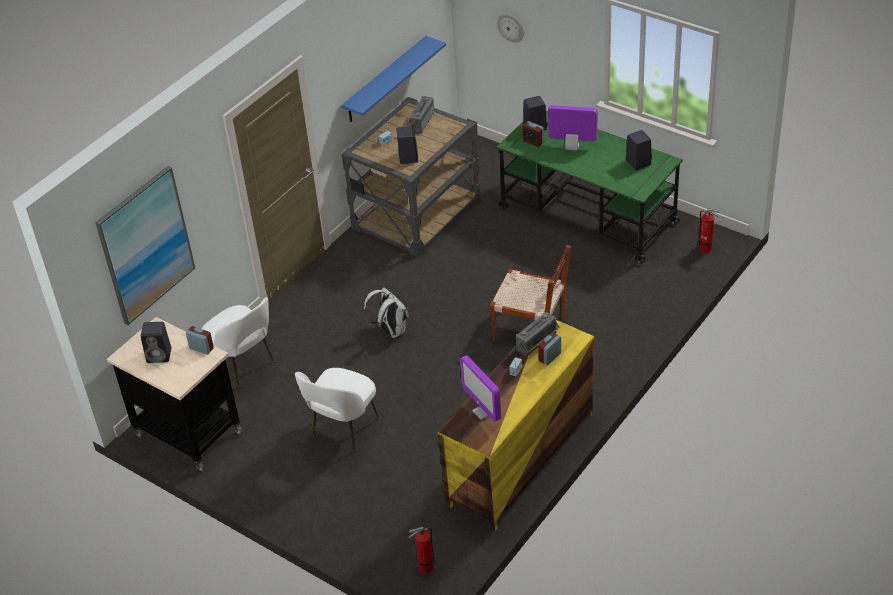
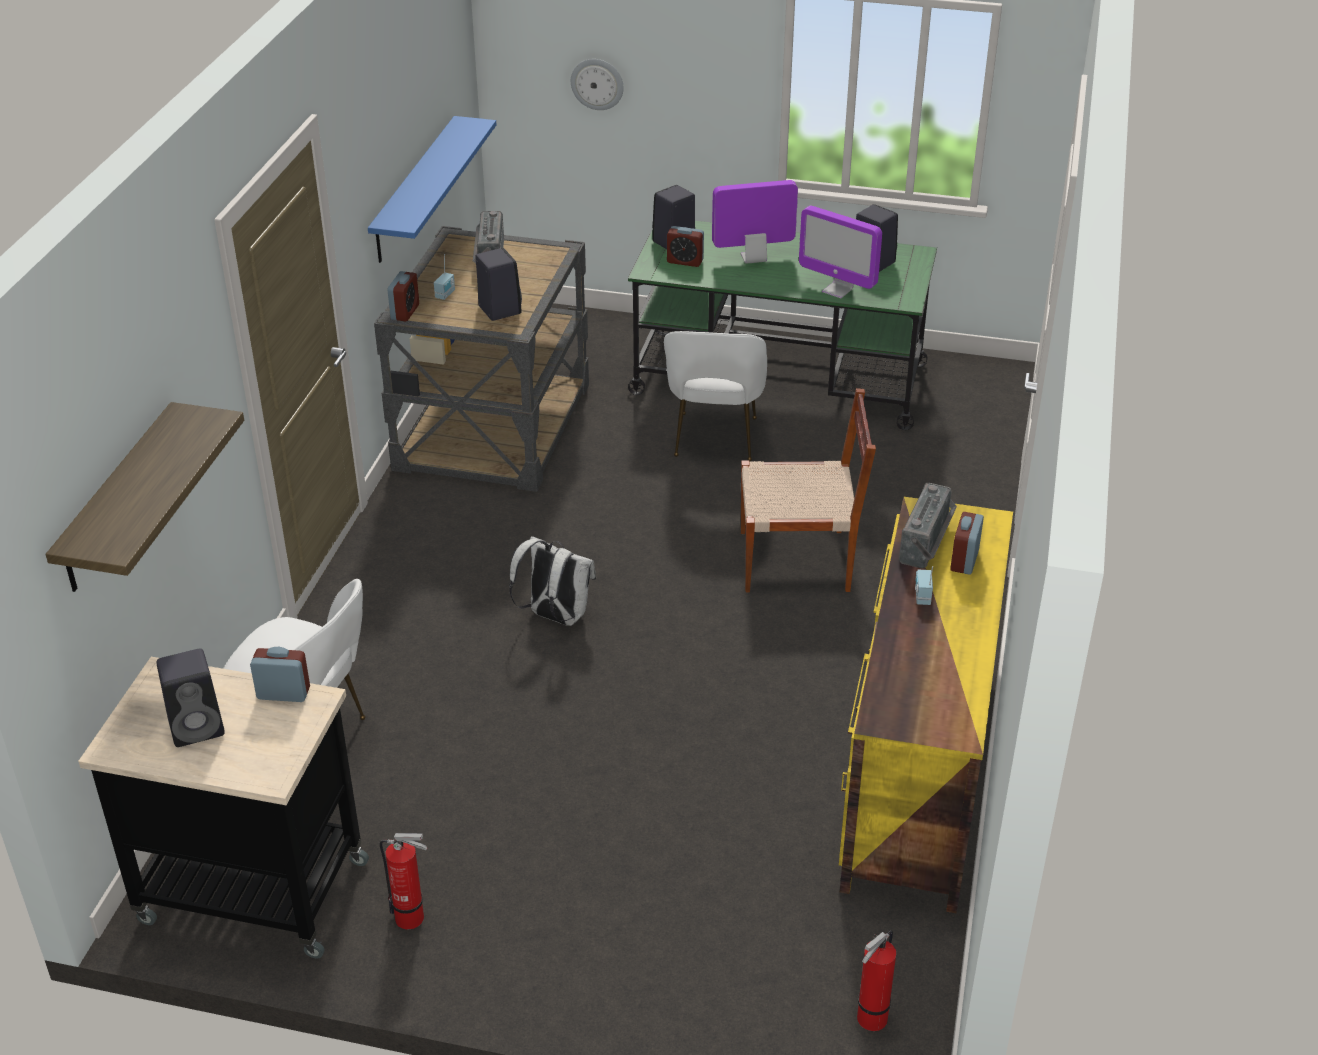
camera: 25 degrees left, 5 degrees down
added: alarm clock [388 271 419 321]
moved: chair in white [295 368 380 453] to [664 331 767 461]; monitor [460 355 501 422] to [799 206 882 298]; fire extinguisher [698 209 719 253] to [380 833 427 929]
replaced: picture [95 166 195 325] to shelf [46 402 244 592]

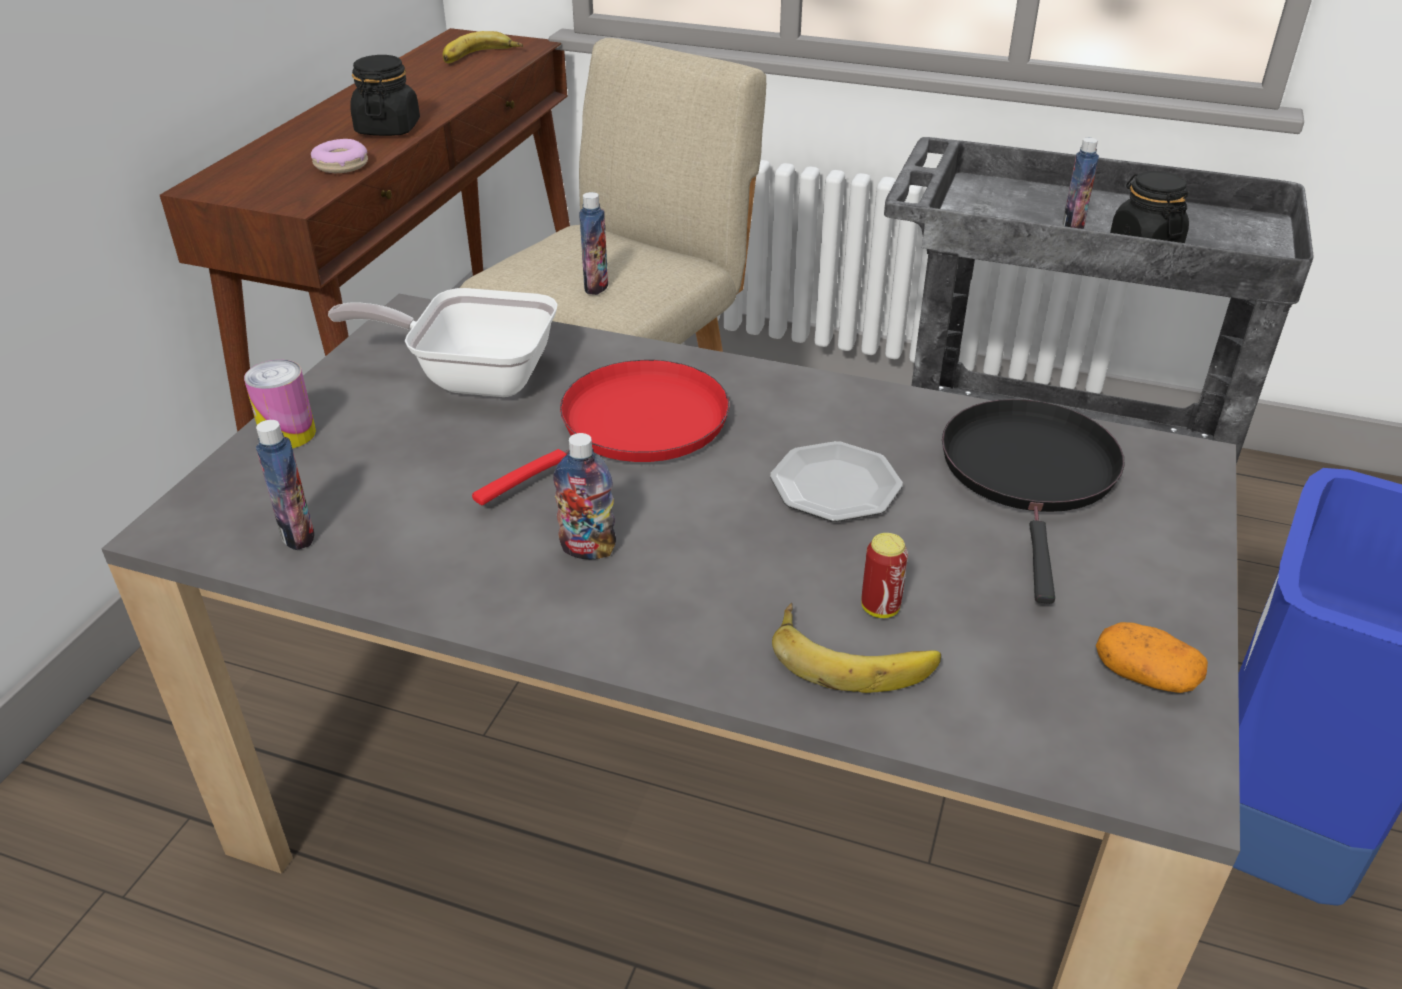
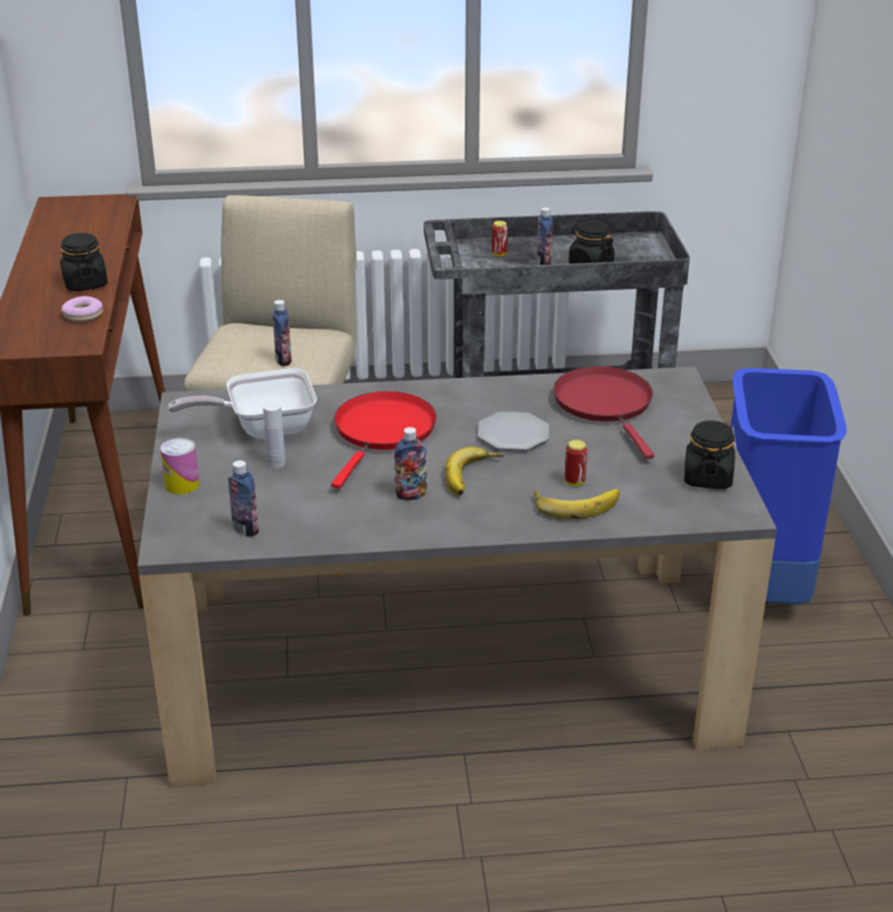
camera: 25 degrees left, 5 degrees down
added: bottle in white [263 402 286 468]; can [492 221 508 257]
moved: banana [443 31 523 64] to [445 446 504 495]
replaced: potato [1096 622 1208 693] to jar in black [684 420 735 489]
recoloured: frying pan in black [942 399 1125 604] to frying pan in red [553 366 654 459]

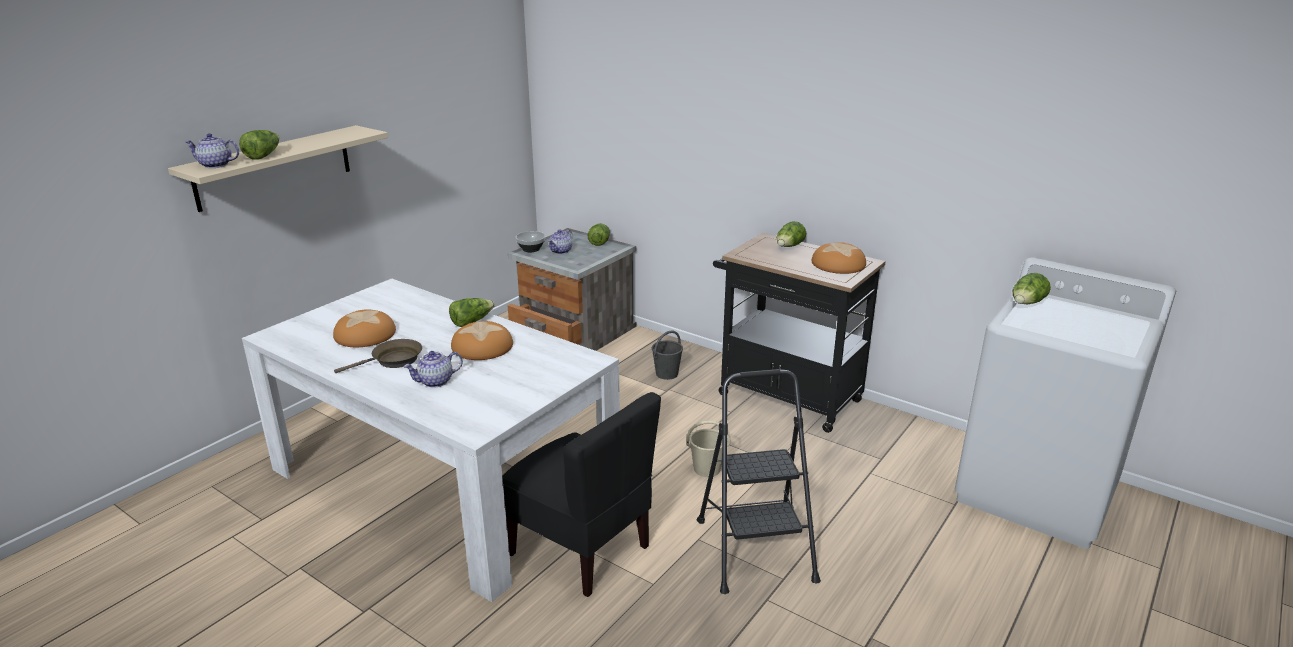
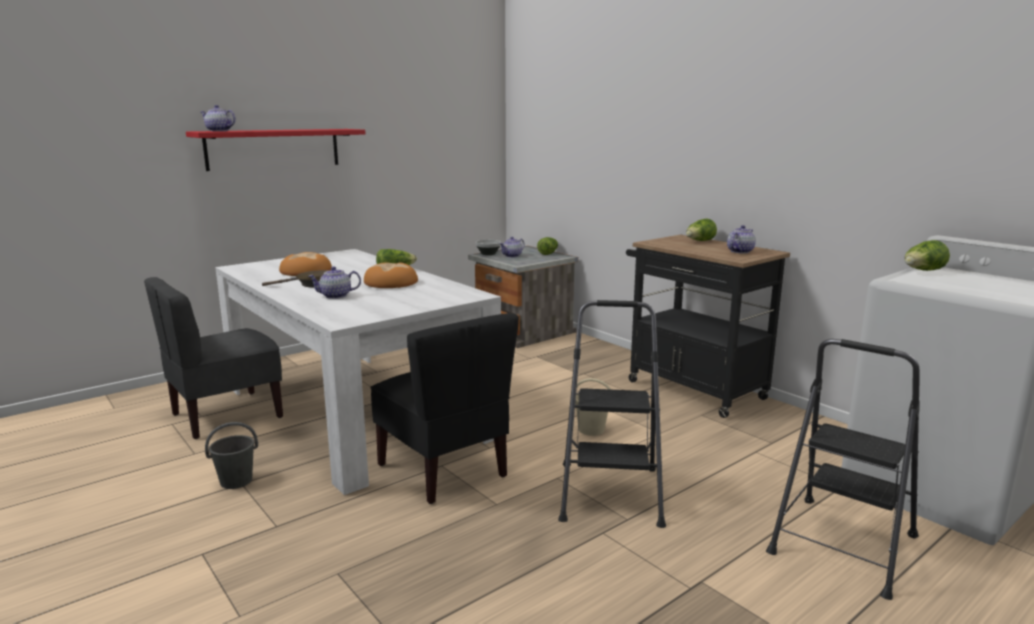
camera: 15 degrees right, 10 degrees down
removed: lettuce [239 130 279 160]
added: chair in grey [144 277 283 439]; step ladder in black [766 339 920 600]
moved: bucket in grey [652 330 683 380] to [205 422 258 489]
replaced: bread [812 242 866 274] to teapot [727 225 756 253]
recoloured: shelf in beige [168 125 388 212] to shelf in red [186 129 366 171]

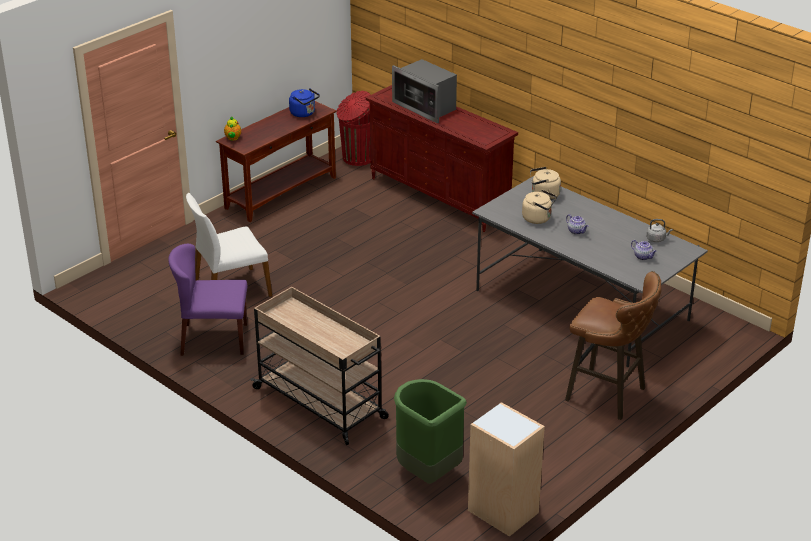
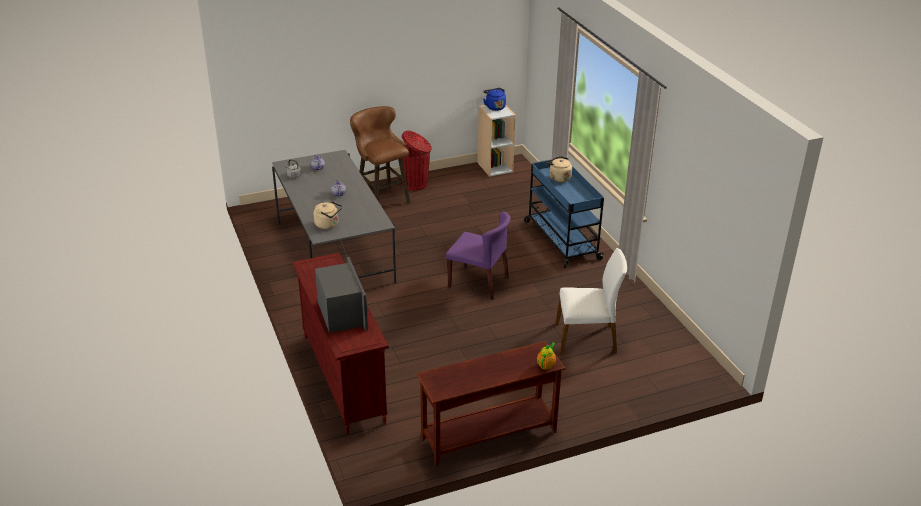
camera: 155 degrees left, 0 degrees up
removed: trash can in green [394 379 467 484]
moved: chair in purple [168 244 247 356] to [446 212 511 300]; kettle in blue [289 88 320 117] to [483 88 506 111]; trash can in red [337 91 371 166] to [402 131 432 191]; kettle in beige [522 190 557 224] to [546 156 572 183]
recoloured: cart in beige [250 287 389 445] to cart in blue [524 158 604 268]

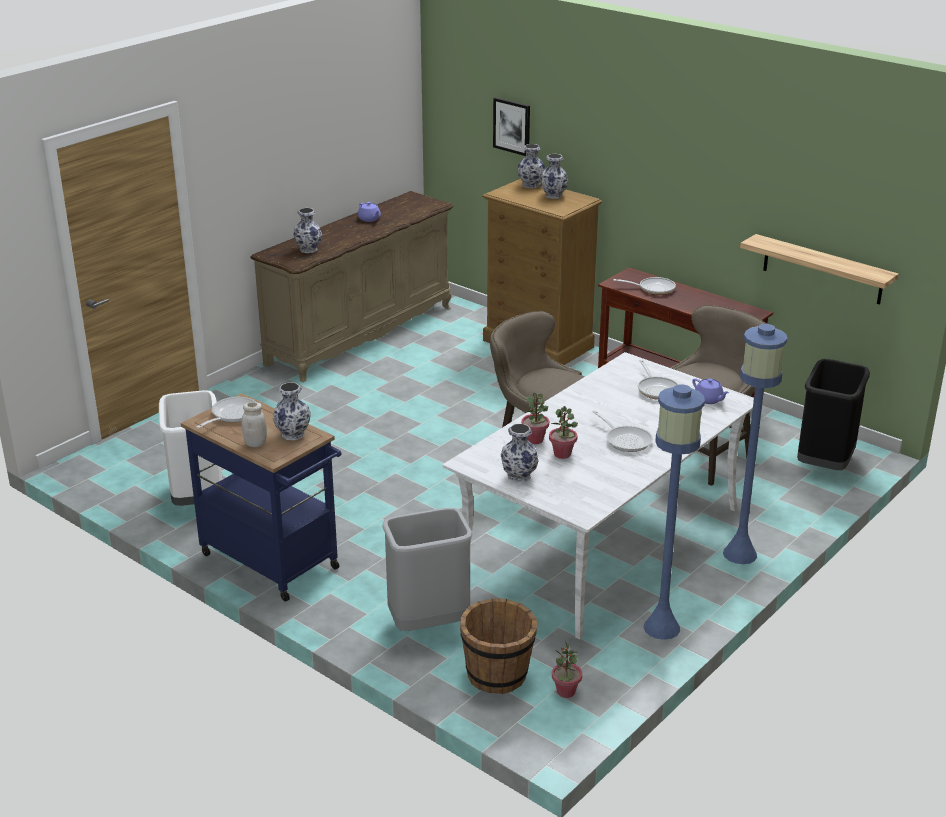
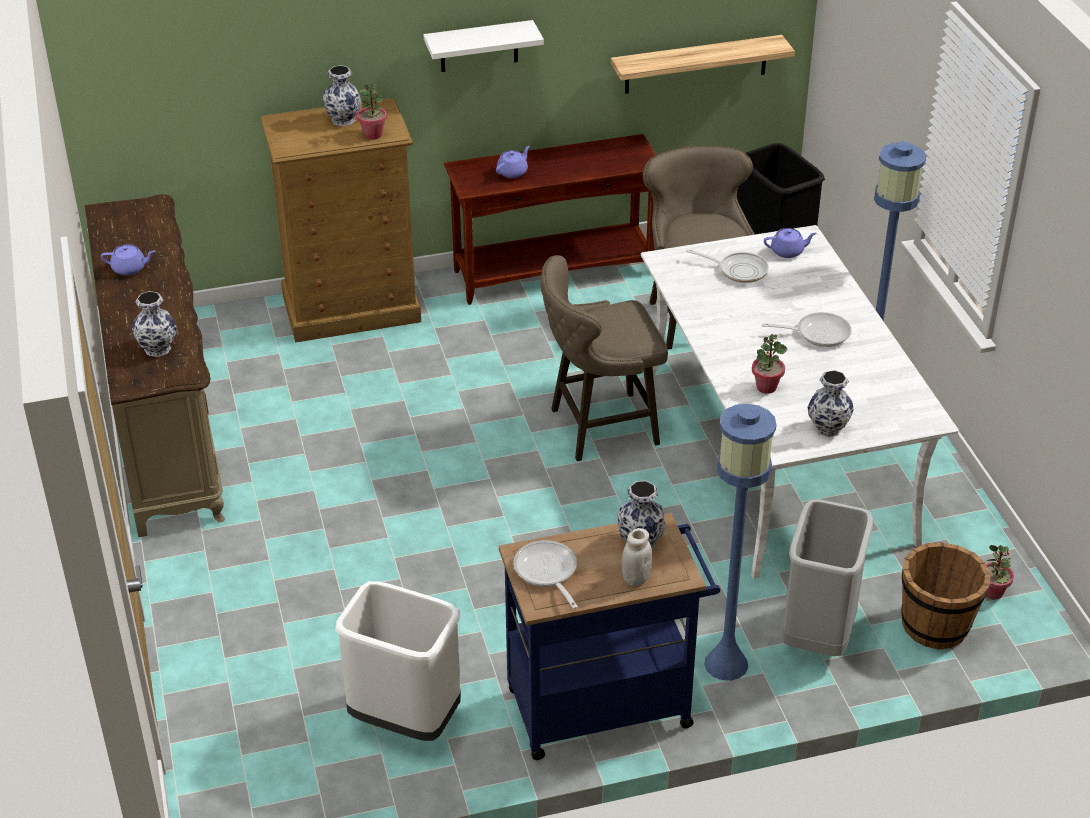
camera: 55 degrees left, 10 degrees up
removed: picture [493 97 530 156]; vase [517 144 545 188]
added: shelf in white [424 20 544 72]
moved: potted plant [549 406 578 459] to [357 84 387 140]; floor lamp in blue [643 385 705 640] to [704 404 777 681]
replaced: frying pan [613 277 676 295] to teapot in purple [496 146 530 178]

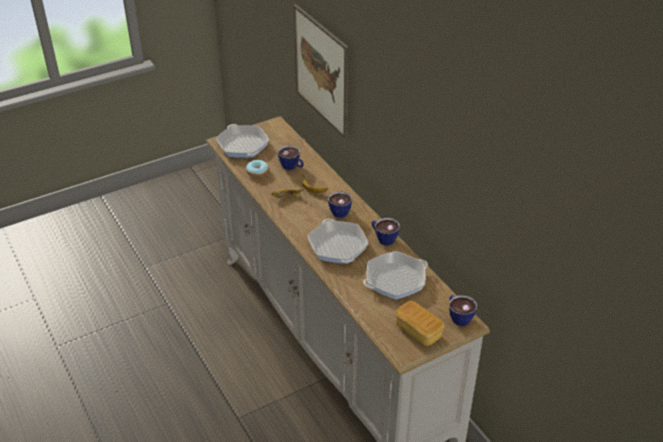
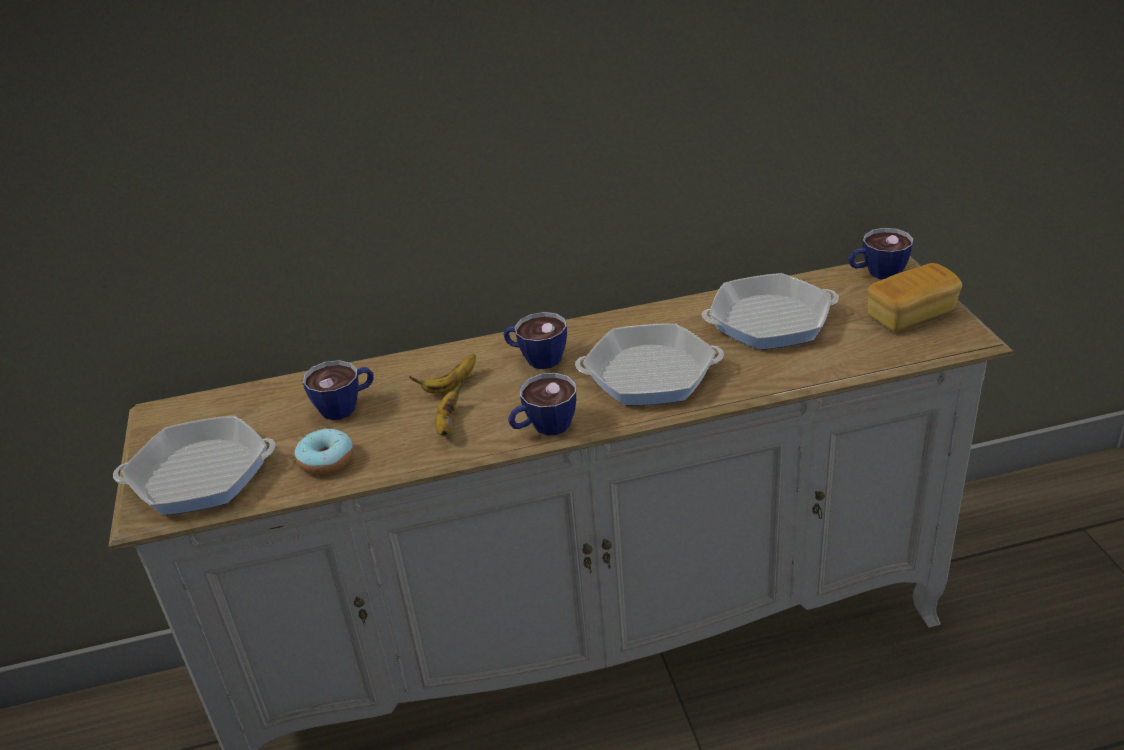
camera: 70 degrees left, 5 degrees down
removed: picture [293 4 349 138]
moved: cup [372 218 400 245] to [508 373 576 436]
turned: frying pan [363 251 428 299] = [702 273 839 350] 90 degrees clockwise

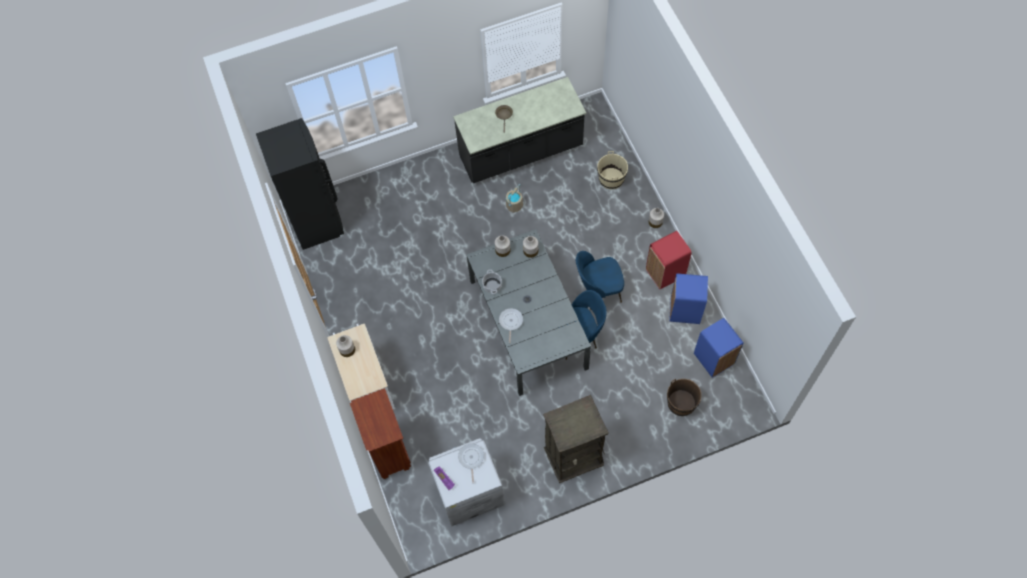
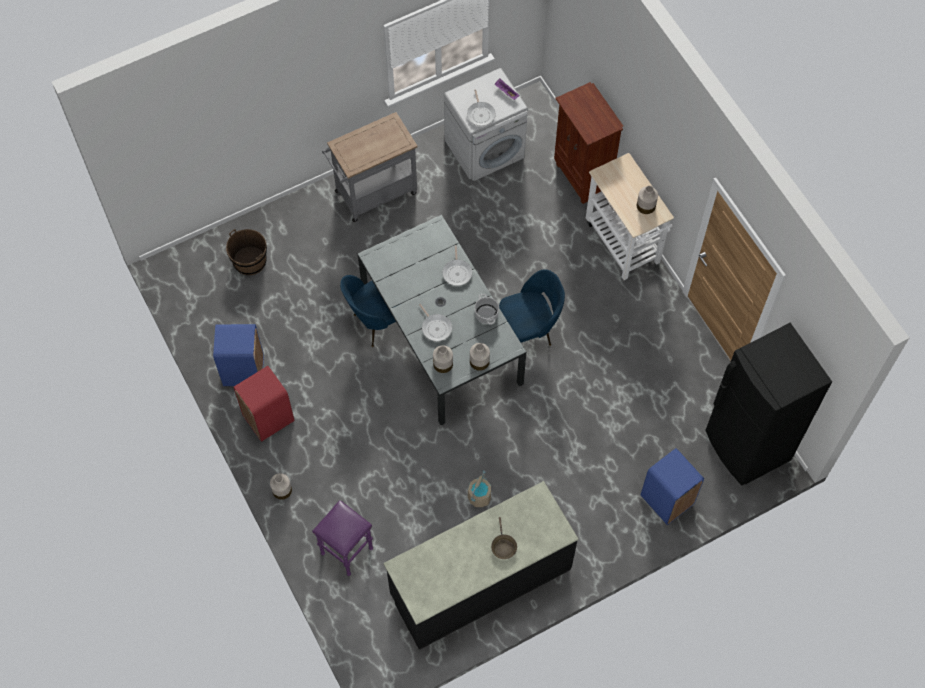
camera: 170 degrees right, 0 degrees up
added: frying pan [419 304 452 341]
moved: chair in blue [576 251 624 310] to [499 269 565 346]; trash can in blue [694 318 744 378] to [641 448 704 525]
replaced: bookcase in brown [543 395 609 483] to cart in grey [322 112 418 222]; bucket in beige [597 151 628 189] to stool in purple [312 500 373 576]

